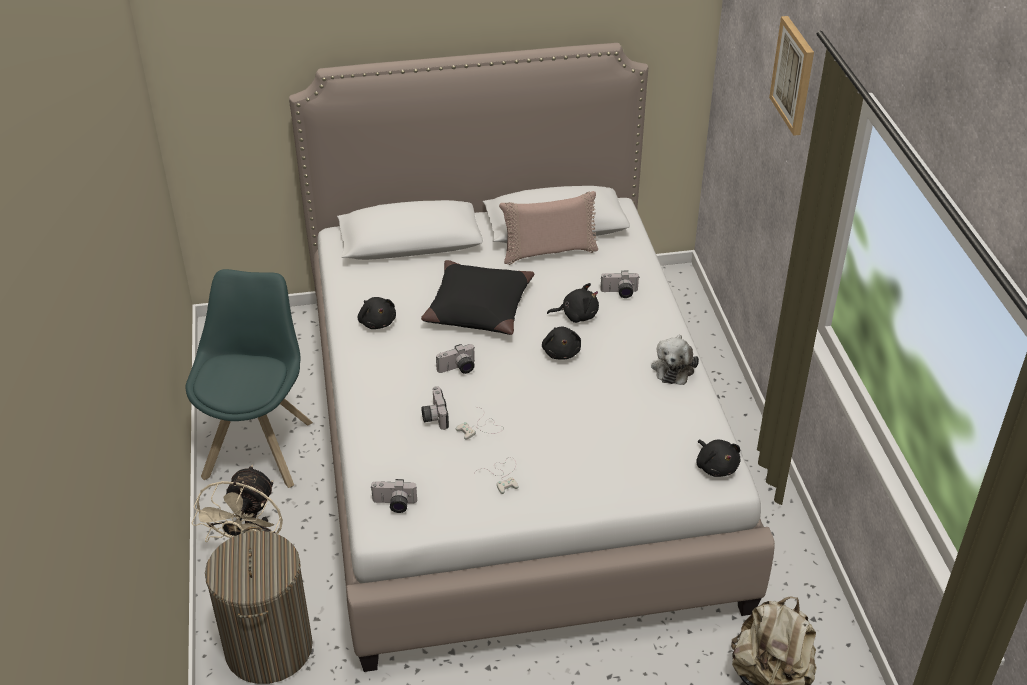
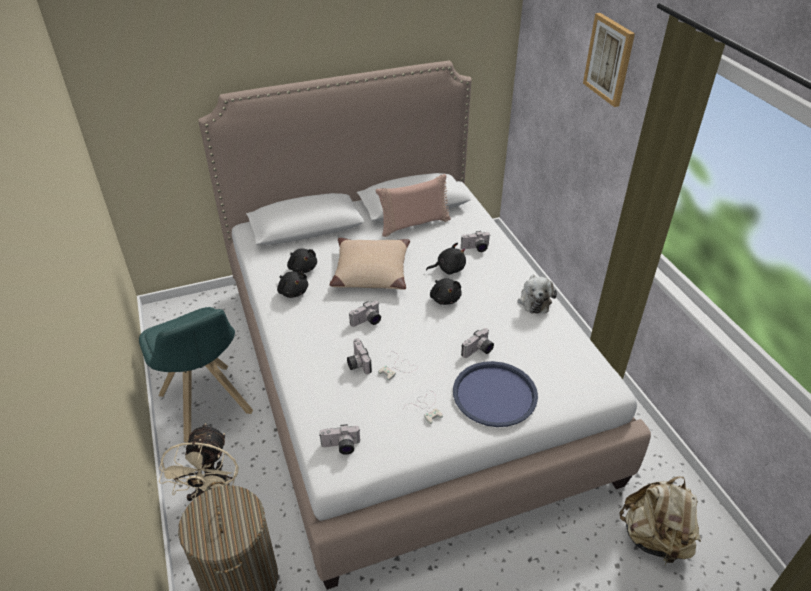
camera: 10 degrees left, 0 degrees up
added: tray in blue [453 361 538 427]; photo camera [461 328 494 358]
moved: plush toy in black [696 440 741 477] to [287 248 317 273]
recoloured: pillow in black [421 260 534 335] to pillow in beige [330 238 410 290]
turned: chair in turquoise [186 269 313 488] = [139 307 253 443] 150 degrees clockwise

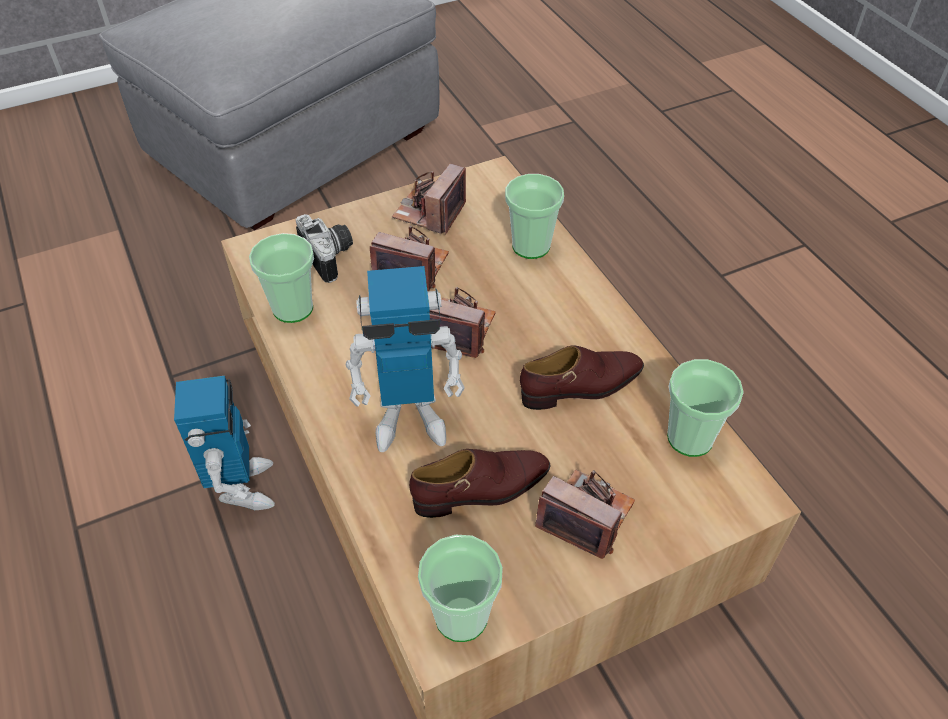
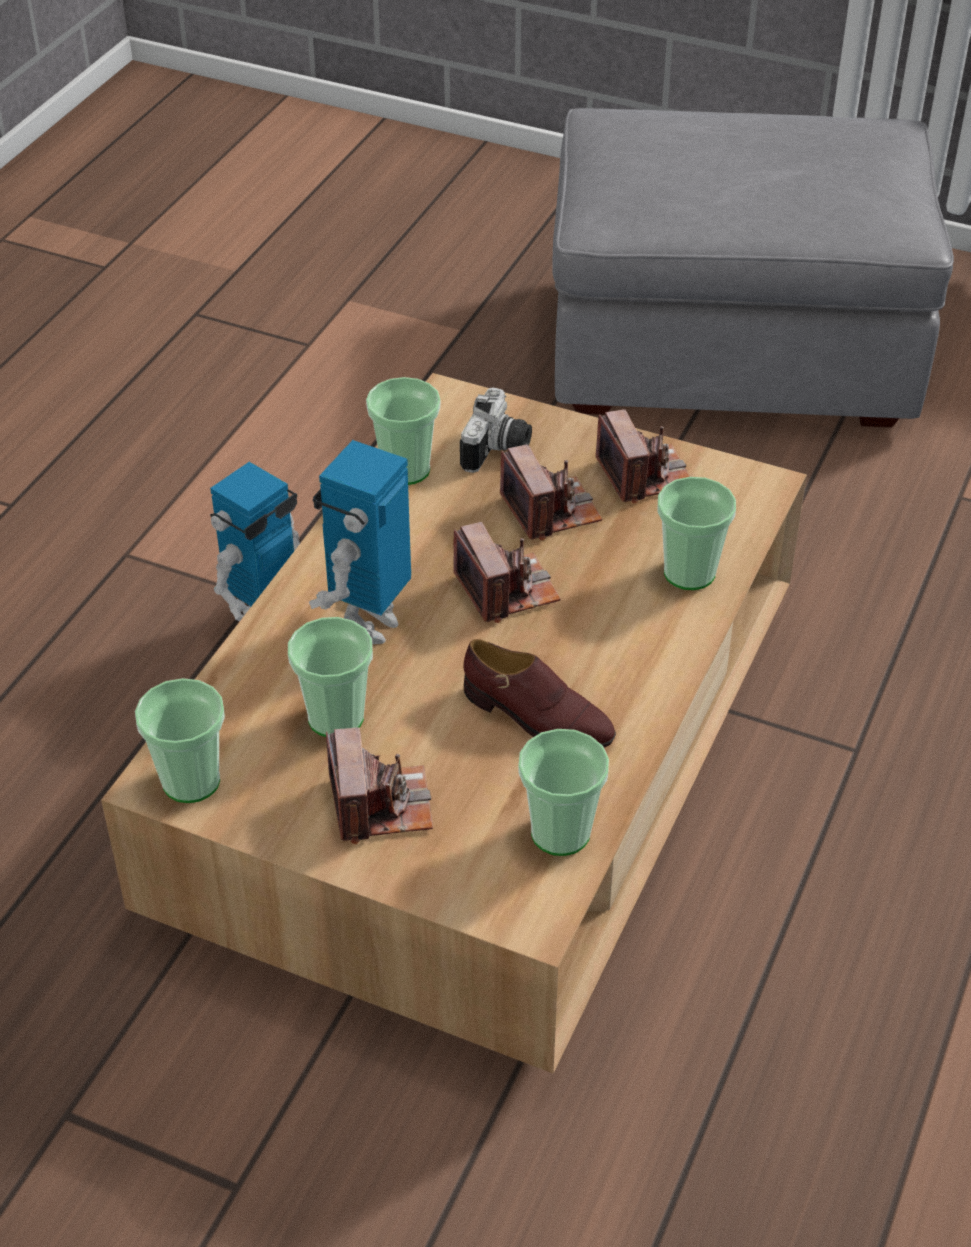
camera: 50 degrees right, 5 degrees down
replaced: shoe in brown [409 449 550 518] to cup [288 617 373 737]
turned: toy robot [346 266 465 452] = [309 440 411 644] 75 degrees clockwise; photo camera [392 163 466 234] = [596 409 690 504] 90 degrees clockwise

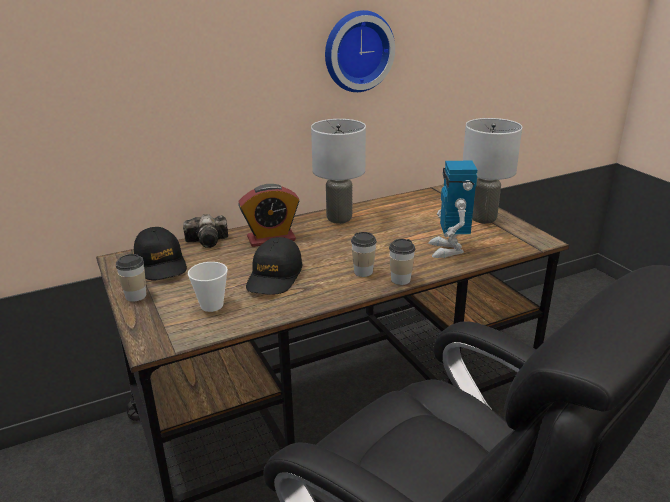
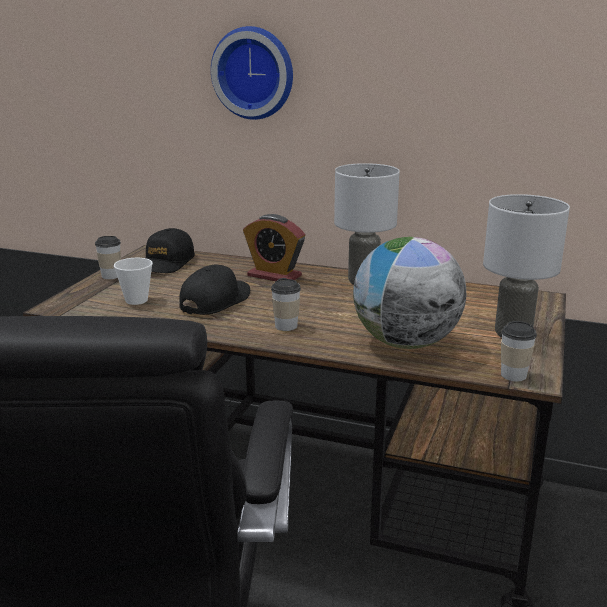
camera: 45 degrees right, 5 degrees down
removed: photo camera [183 214 228 248]
moved: wall clock [325 10 395 92] to [211 26 293 120]; cup [389 239 415 285] to [501 321 537 381]
replaced: toy robot [428 161 477 258] to globe [353 237 466 349]
turned: cap in black [246 237 302 295] = [179 265 250 315] 150 degrees clockwise

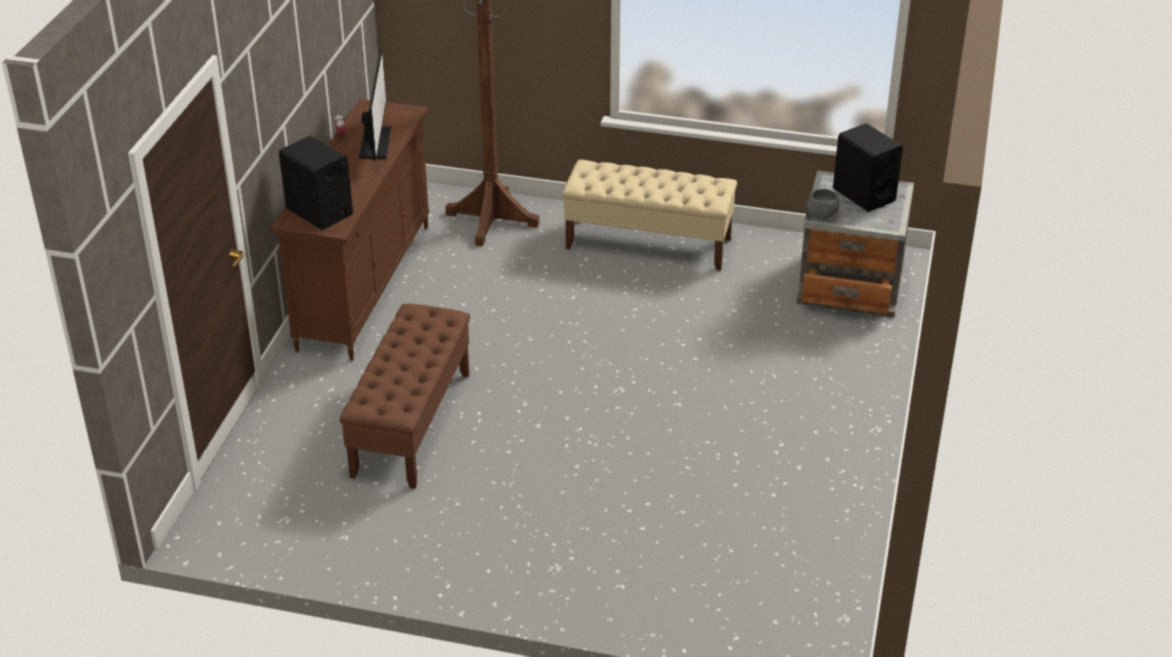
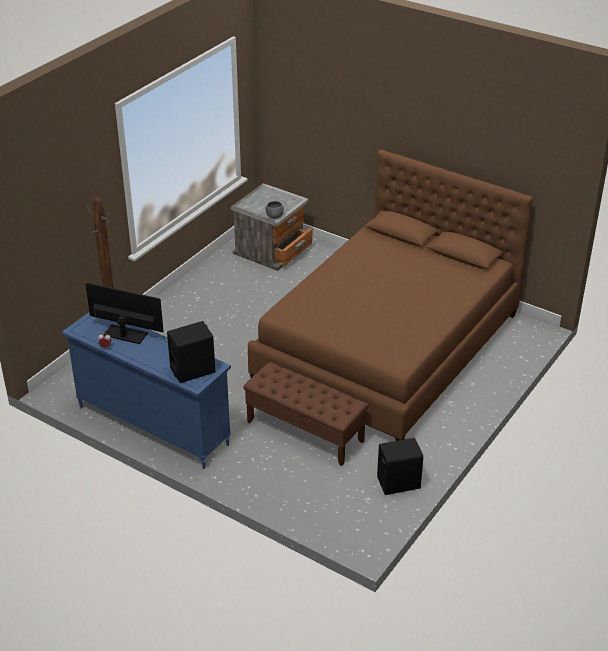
camera: 70 degrees left, 0 degrees up
removed: bench in beige [562 160 737 271]
added: bed in brown [248 149 533 441]
moved: speaker in black [833 123 903 212] to [377 438 423 495]
recoloured: dresser in brown [270 99 429 361] to dresser in blue [62 312 231 469]

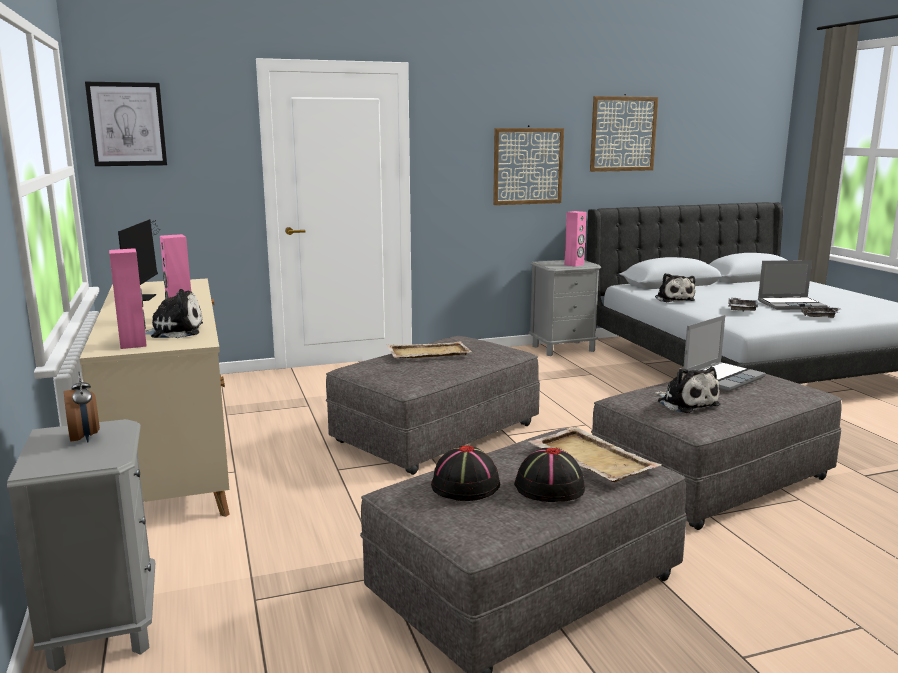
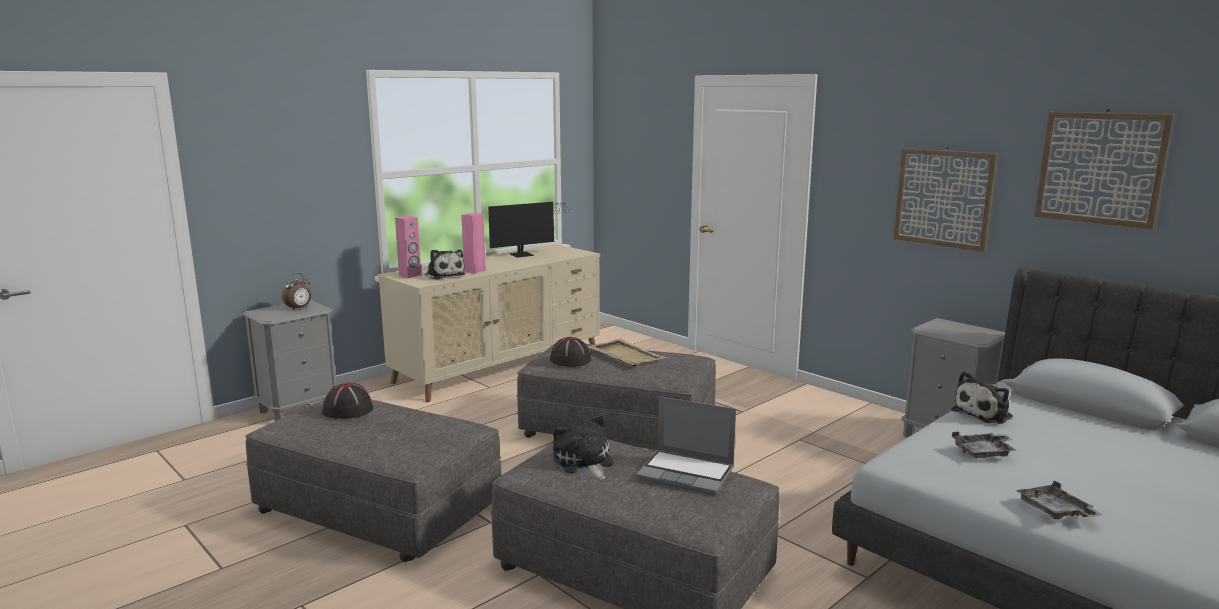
camera: 65 degrees right, 0 degrees up
removed: picture [85 82 167 166]; tray in beige [528 427 662 482]; speaker in pink [565 211 587 267]; laptop [758 260 827 310]
moved: hat in black [514 447 585 502] to [550 337 591 367]
turned: plush toy [655 367 720 413] = [553 414 613 480] 120 degrees clockwise

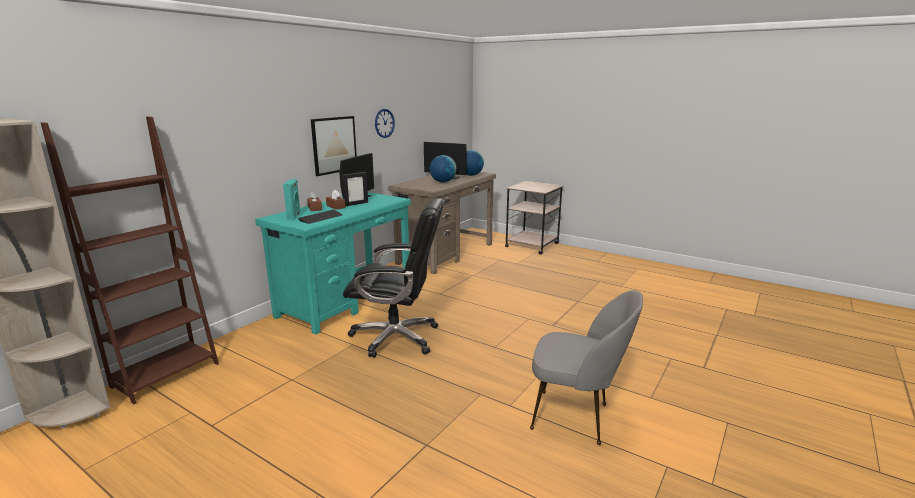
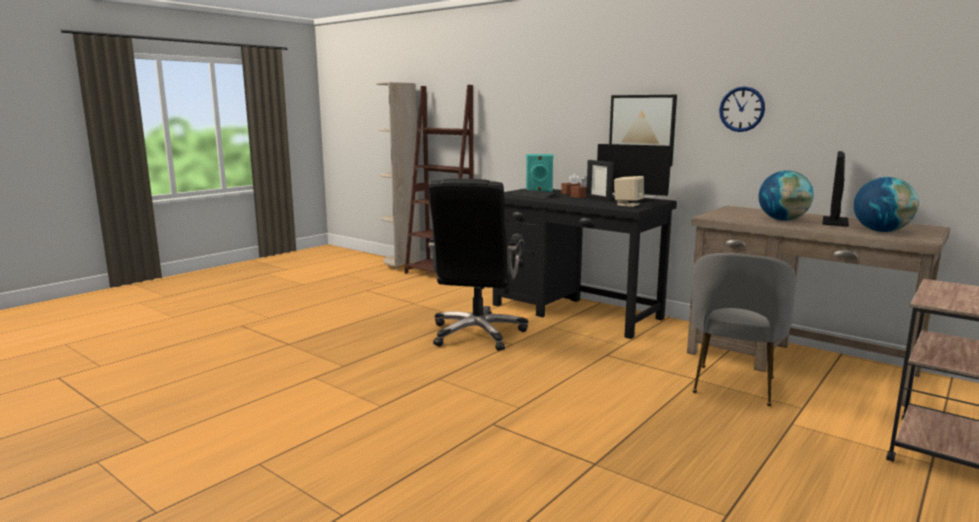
camera: 95 degrees right, 5 degrees down
added: speaker in beige [614 176 644 207]
moved: chair in grey [530 290 643 445] to [692 253 796 406]
recoloured: desk in turquoise [255 192 411 334] to desk in black [493 188 677 339]

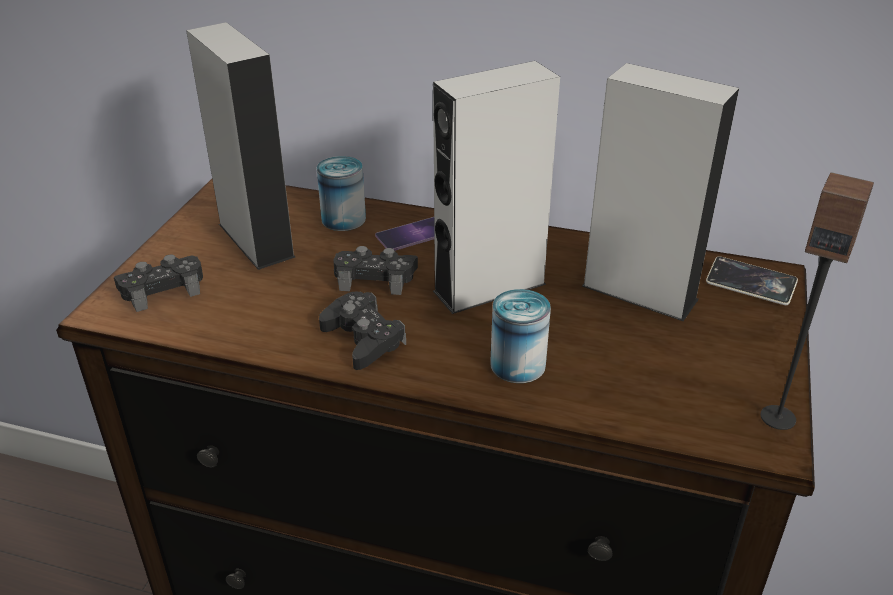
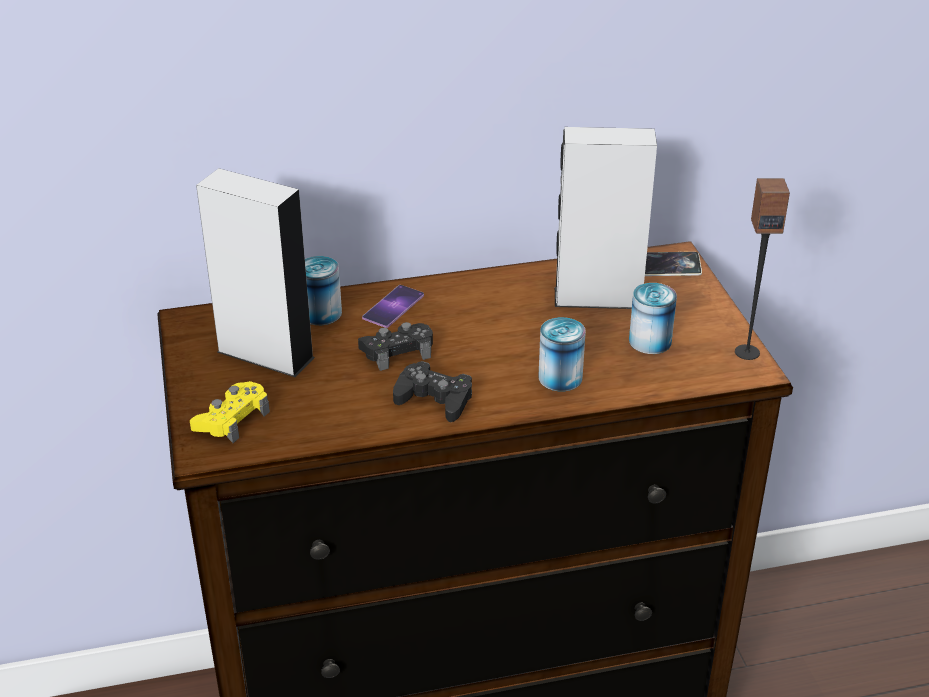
camera: 30 degrees left, 0 degrees up
removed: speaker in grey [433 61 560 314]
added: can [629 283 677 354]
recoloured: game controller in black [114 254 203 312] to game controller in yellow [190 381 270 443]

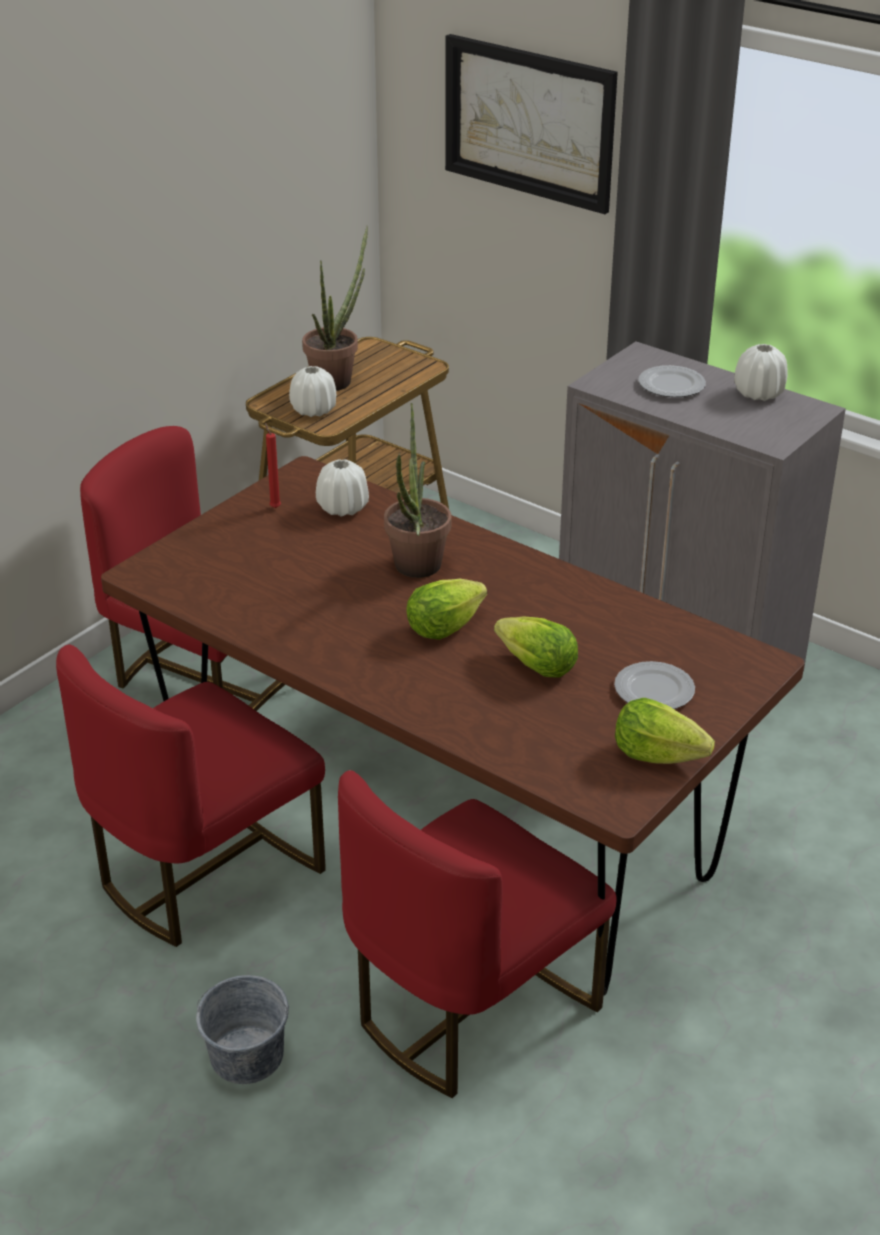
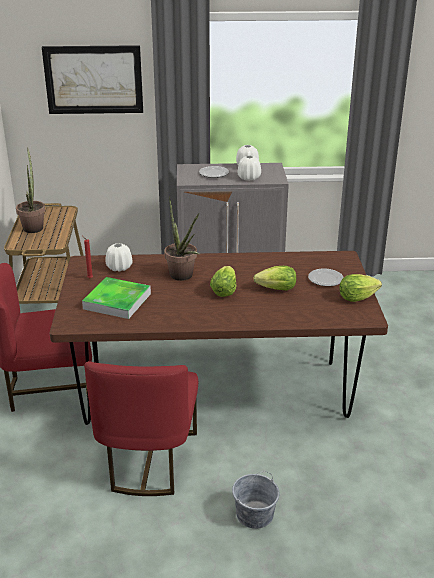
camera: 40 degrees left, 5 degrees down
removed: chair in red [338 770 616 1098]
added: tray [82 277 151 319]
moved: vase in white [289 366 336 417] to [238 155 261 181]

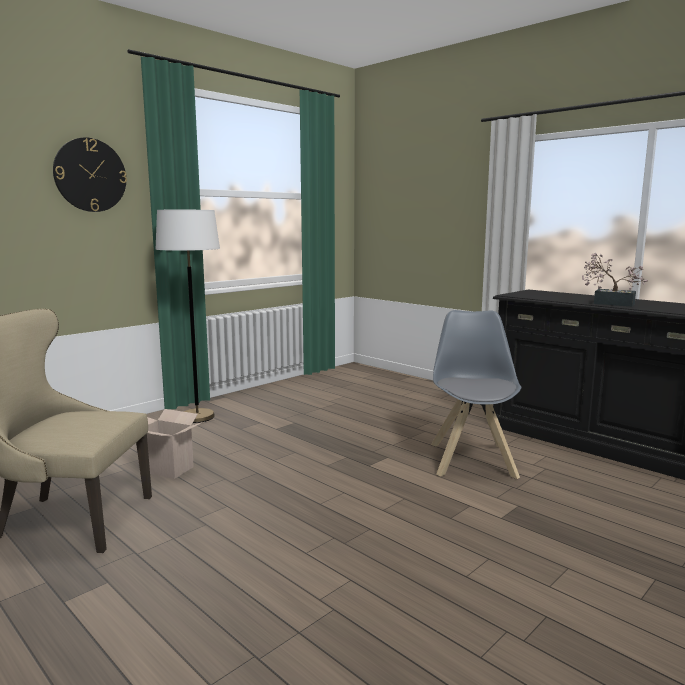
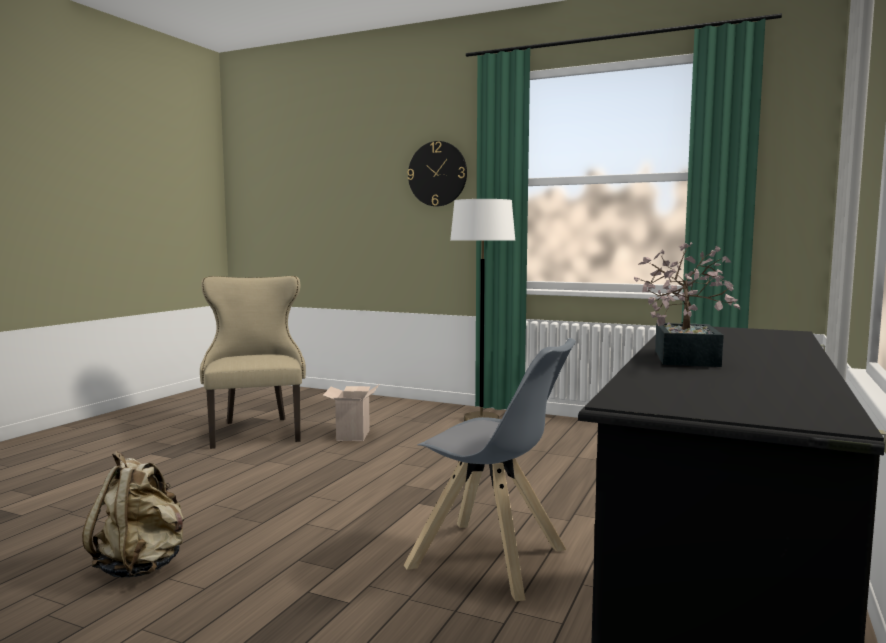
camera: 70 degrees right, 5 degrees down
added: backpack in beige [82 451 184 578]
turned: chair in grey [431 310 521 479] = [404 338 576 601] 45 degrees clockwise

